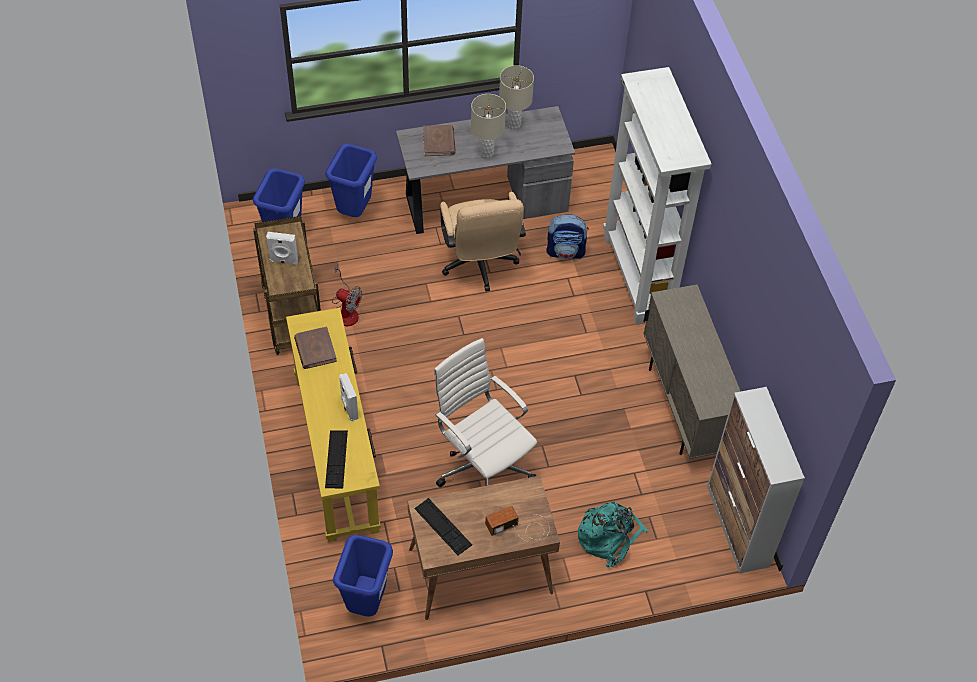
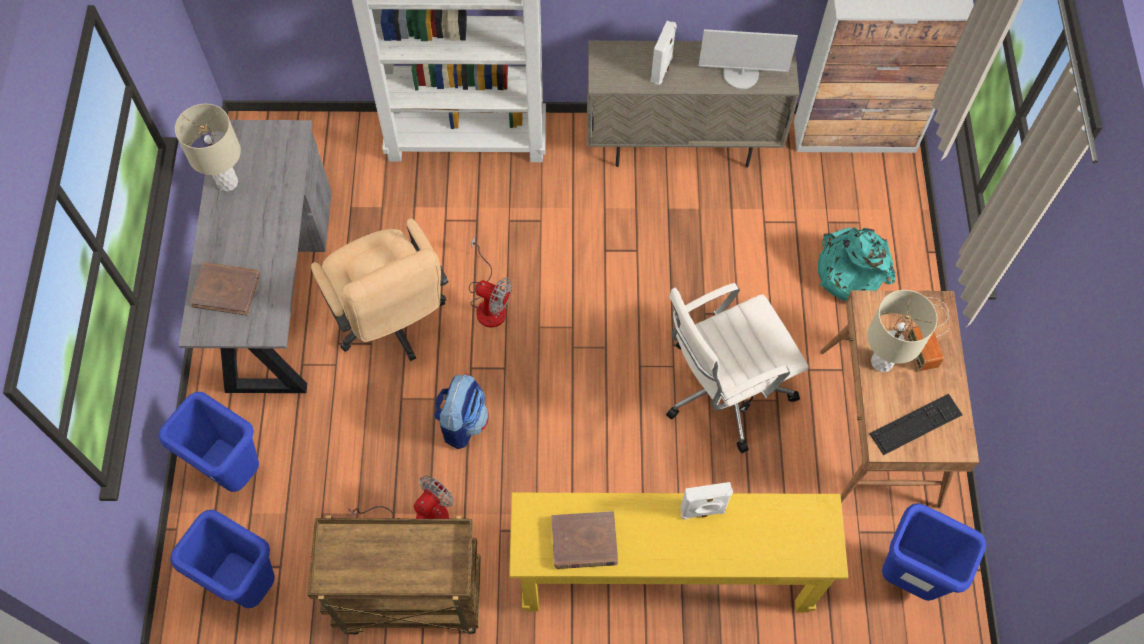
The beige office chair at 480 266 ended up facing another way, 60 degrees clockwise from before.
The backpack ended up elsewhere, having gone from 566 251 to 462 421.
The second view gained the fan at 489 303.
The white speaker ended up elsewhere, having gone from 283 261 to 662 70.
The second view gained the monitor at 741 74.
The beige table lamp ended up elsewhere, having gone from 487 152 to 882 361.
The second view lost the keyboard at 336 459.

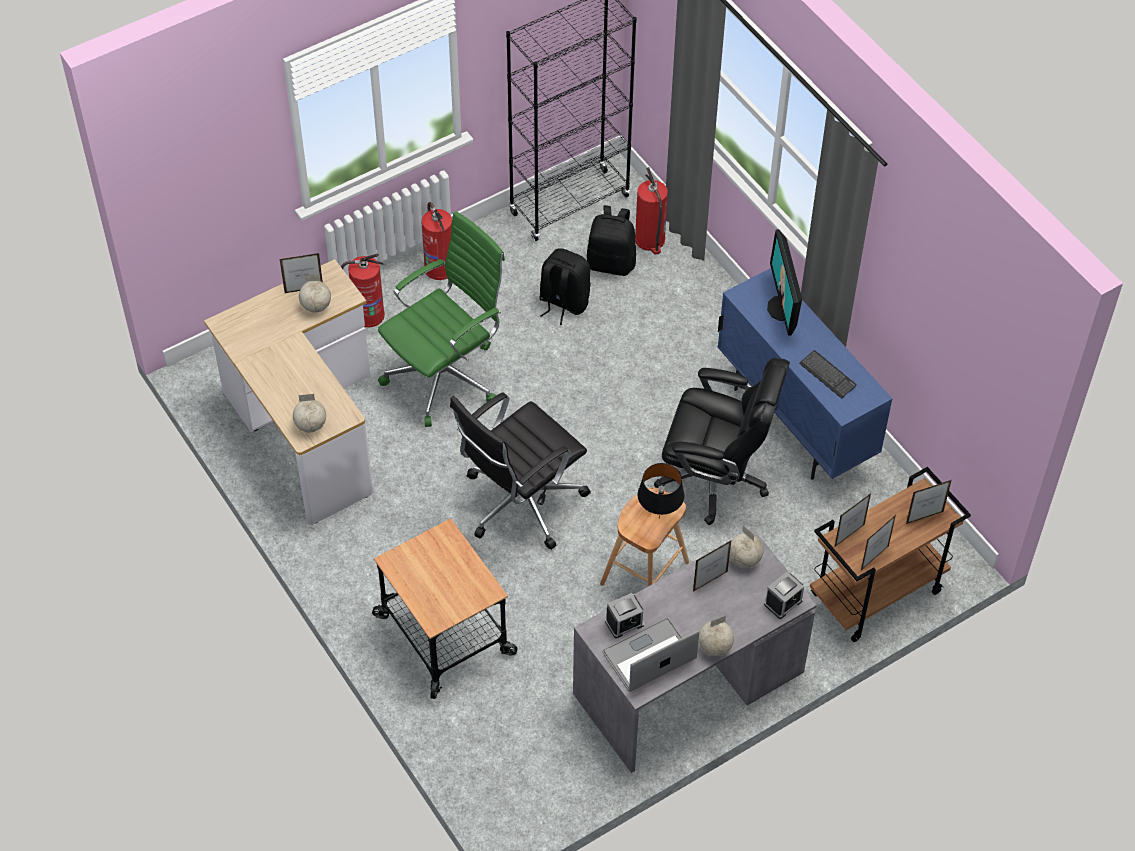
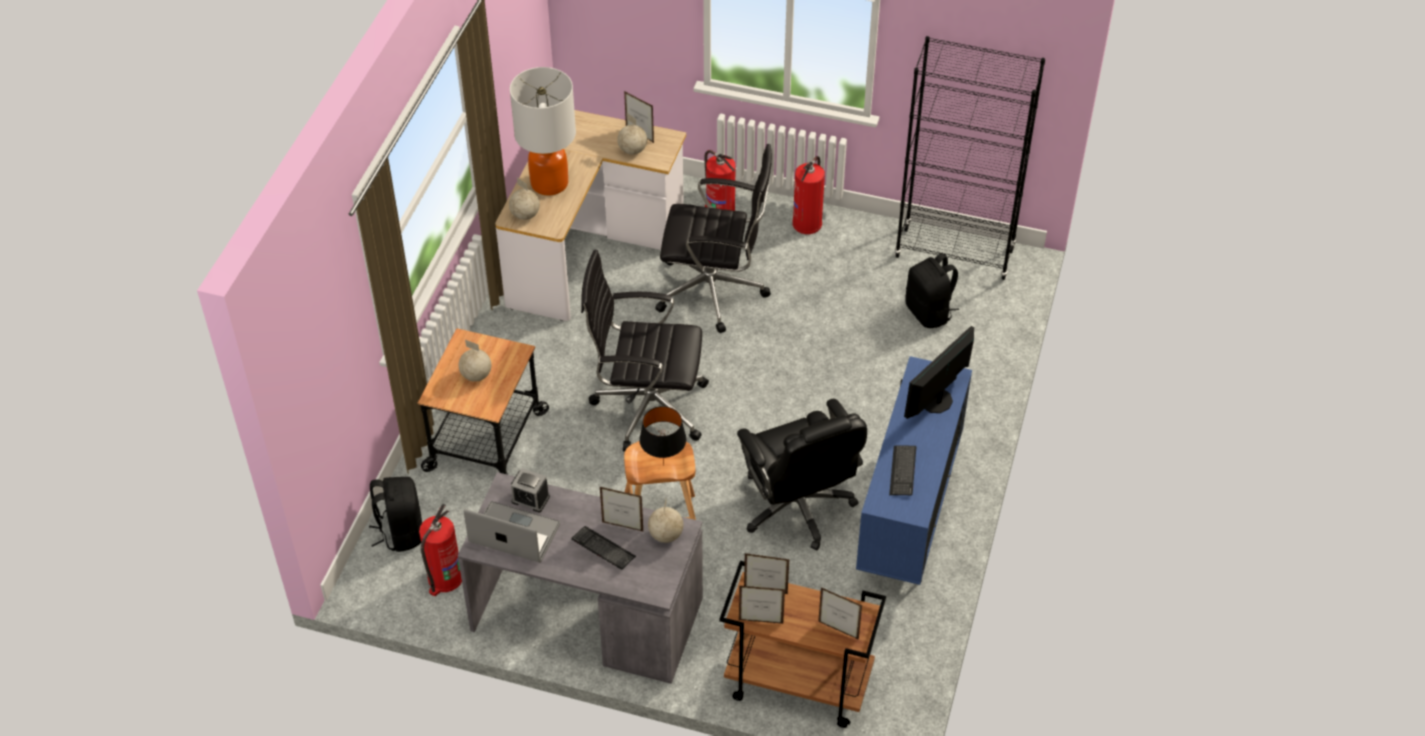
The black backpack ended up elsewhere, having gone from 563 303 to 400 532.
The fire extinguisher ended up elsewhere, having gone from 650 240 to 444 579.
The globe ended up elsewhere, having gone from 715 647 to 476 376.
The second view gained the table lamp at 549 183.
The second view gained the keyboard at 603 548.
What was the green office chair at 446 376 turned into the black office chair at 715 291.
The second view lost the alarm clock at 783 602.

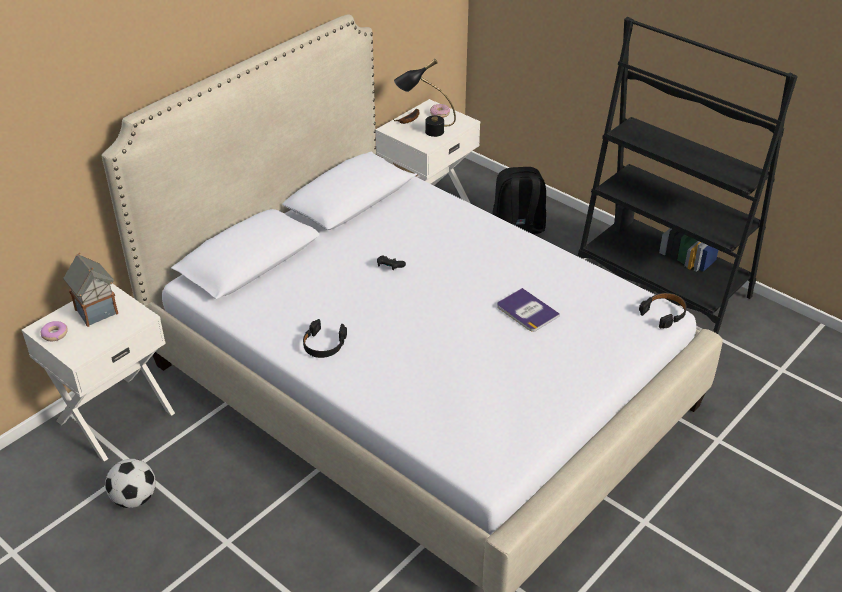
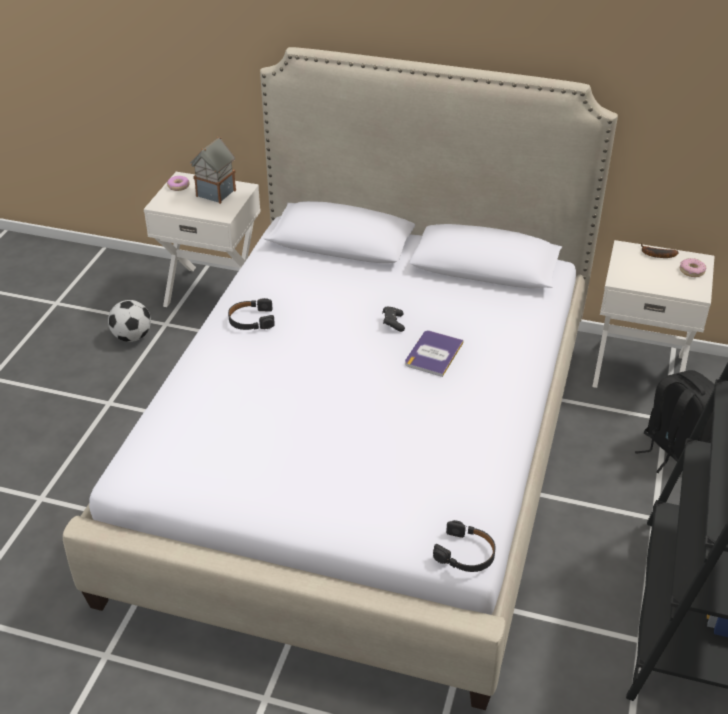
The book ended up elsewhere, having gone from 527 311 to 433 354.
The second view lost the black table lamp at 425 132.

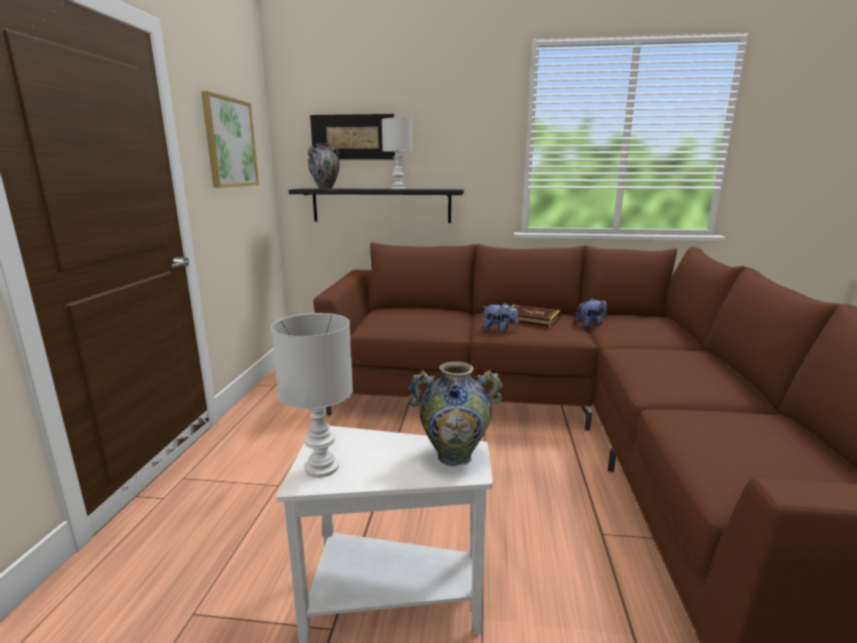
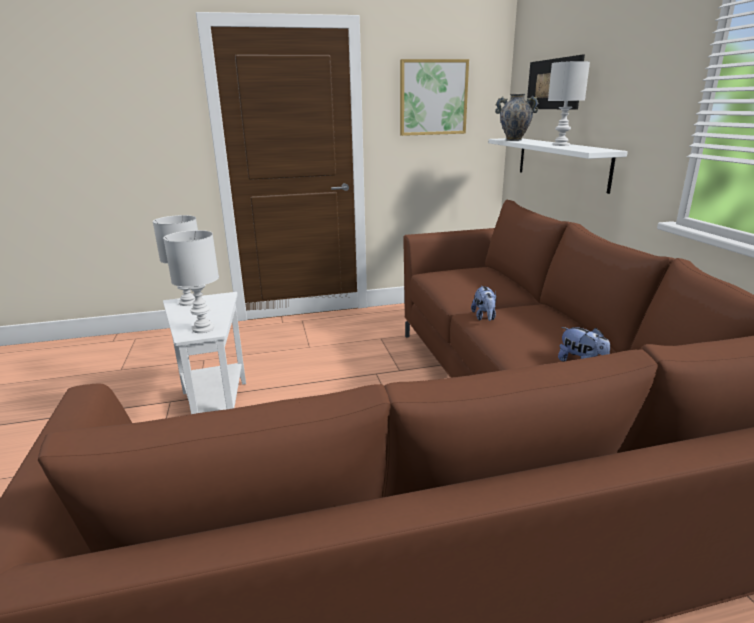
Where the vase stood at 454 456, the white table lamp came to stand at 204 329.
What was the black shelf at 381 205 turned into the white shelf at 561 162.
The second view lost the book at 531 319.

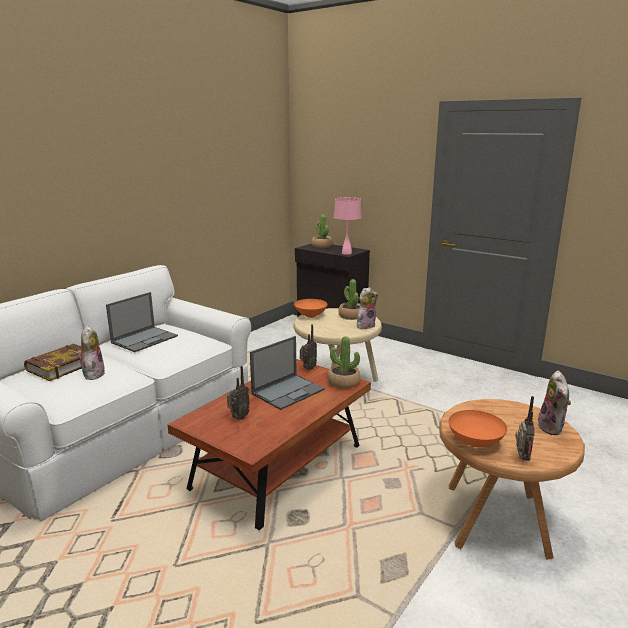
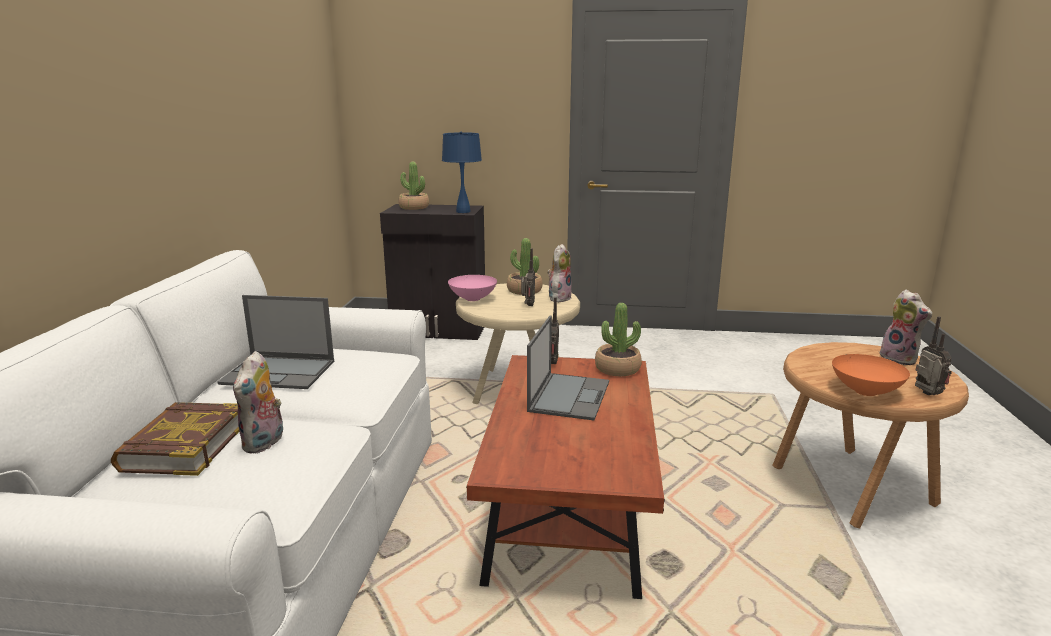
The laptop at 145 339 ended up facing another way, 90 degrees clockwise from before.
The plush toy at 93 374 ended up facing another way, 135 degrees counterclockwise from before.
What was the pink table lamp at 346 253 turned into the blue table lamp at 463 211.
What was the orange bowl at 311 315 turned into the pink bowl at 473 298.
The radio ended up elsewhere, having gone from 238 418 to 528 305.

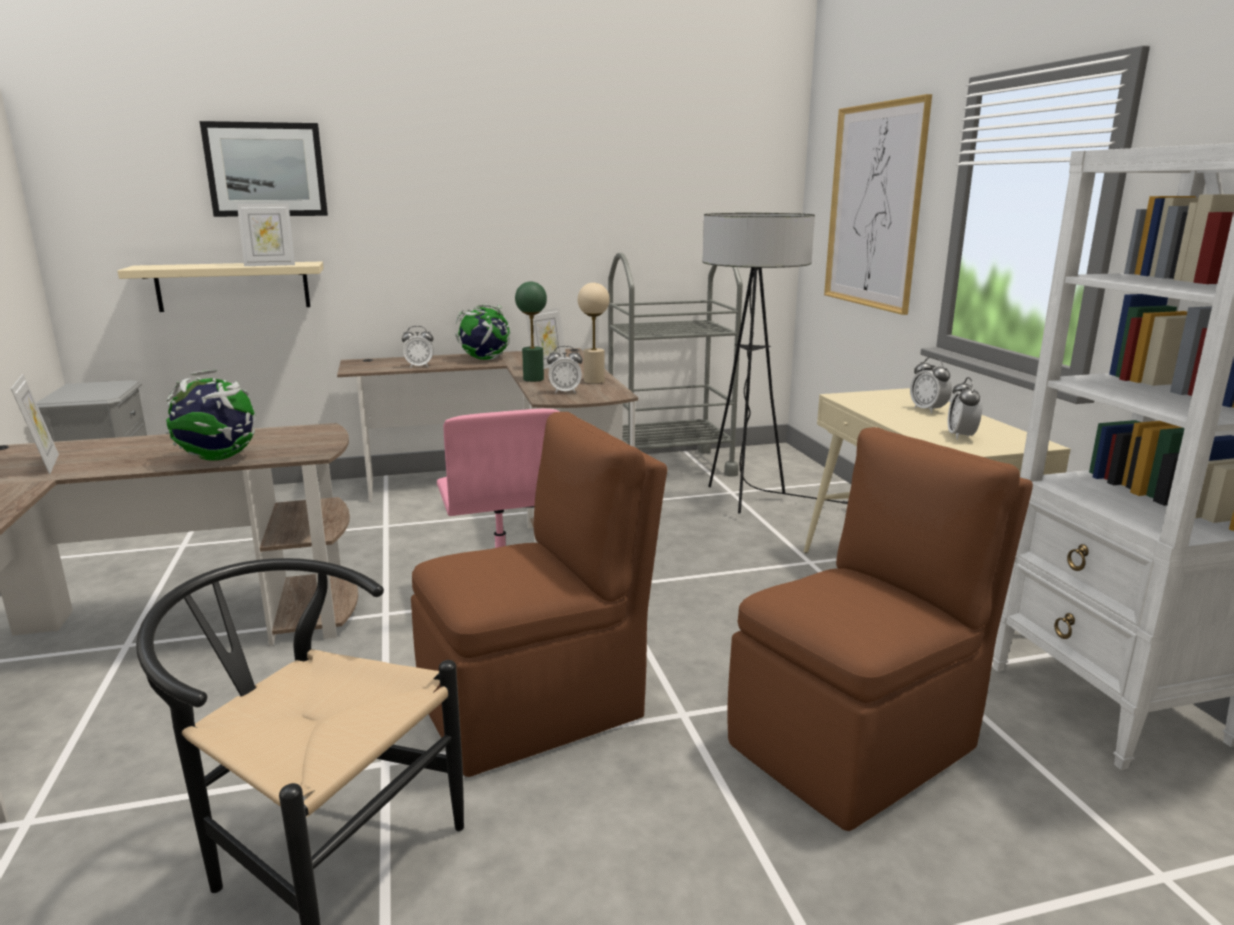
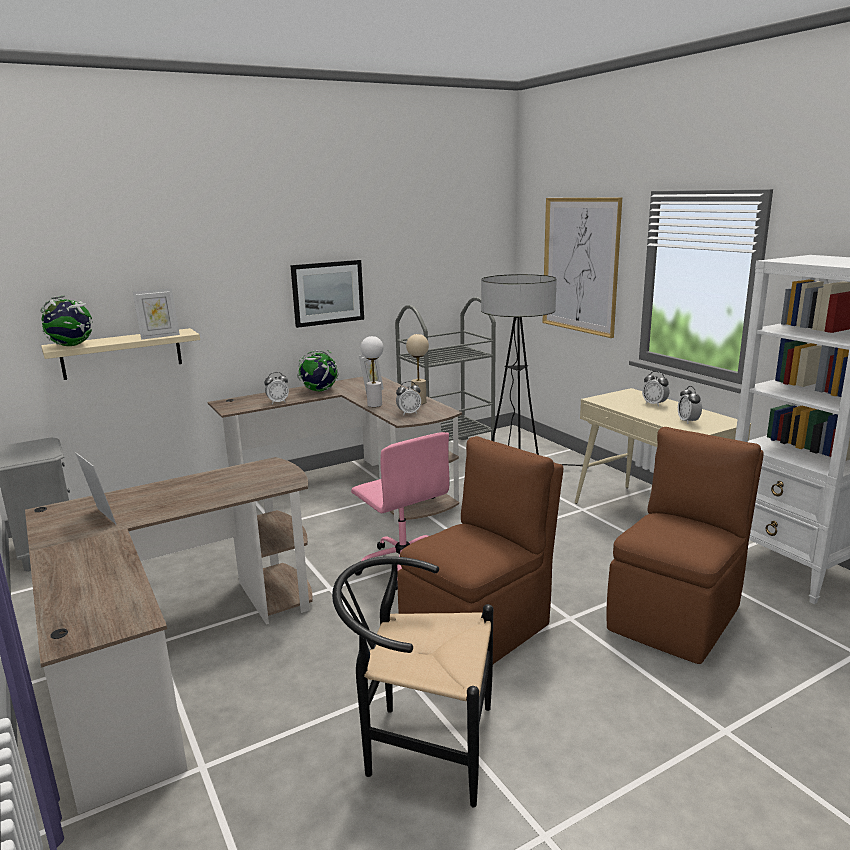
The globe ended up elsewhere, having gone from 219 459 to 72 346.
The picture ended up elsewhere, having gone from 266 170 to 327 293.
What was the green table lamp at 533 379 turned into the white table lamp at 374 405.

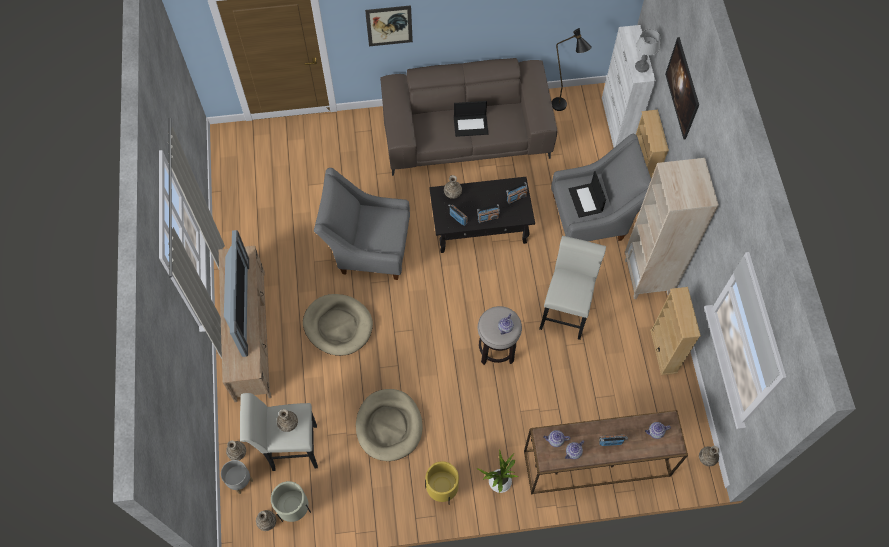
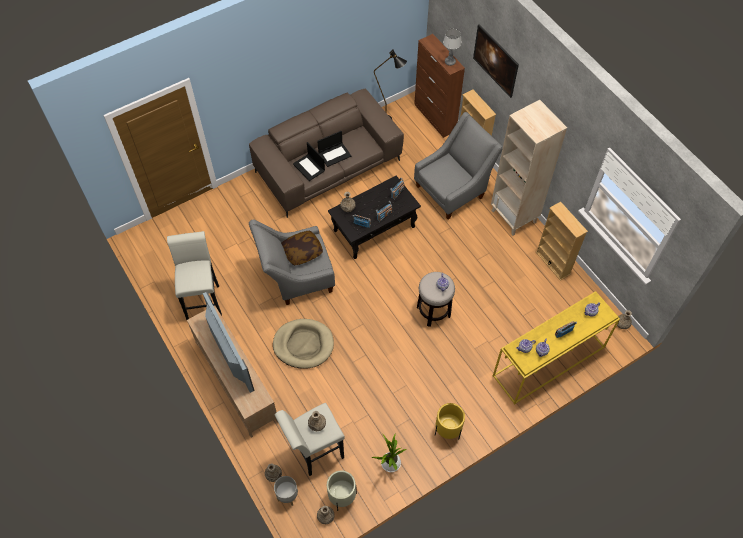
The white stool ended up elsewhere, having gone from 565 311 to 203 299.
The second view gained the pillow at 302 251.
The laptop ended up elsewhere, having gone from 586 200 to 309 167.
The potted plant ended up elsewhere, having gone from 498 482 to 389 464.
What was the white cabinet at 617 123 turned into the brown cabinet at 435 117.
What was the brown console table at 595 464 turned into the yellow console table at 548 362.
The second view lost the beige dog bed at 389 426.
The second view lost the picture at 389 26.

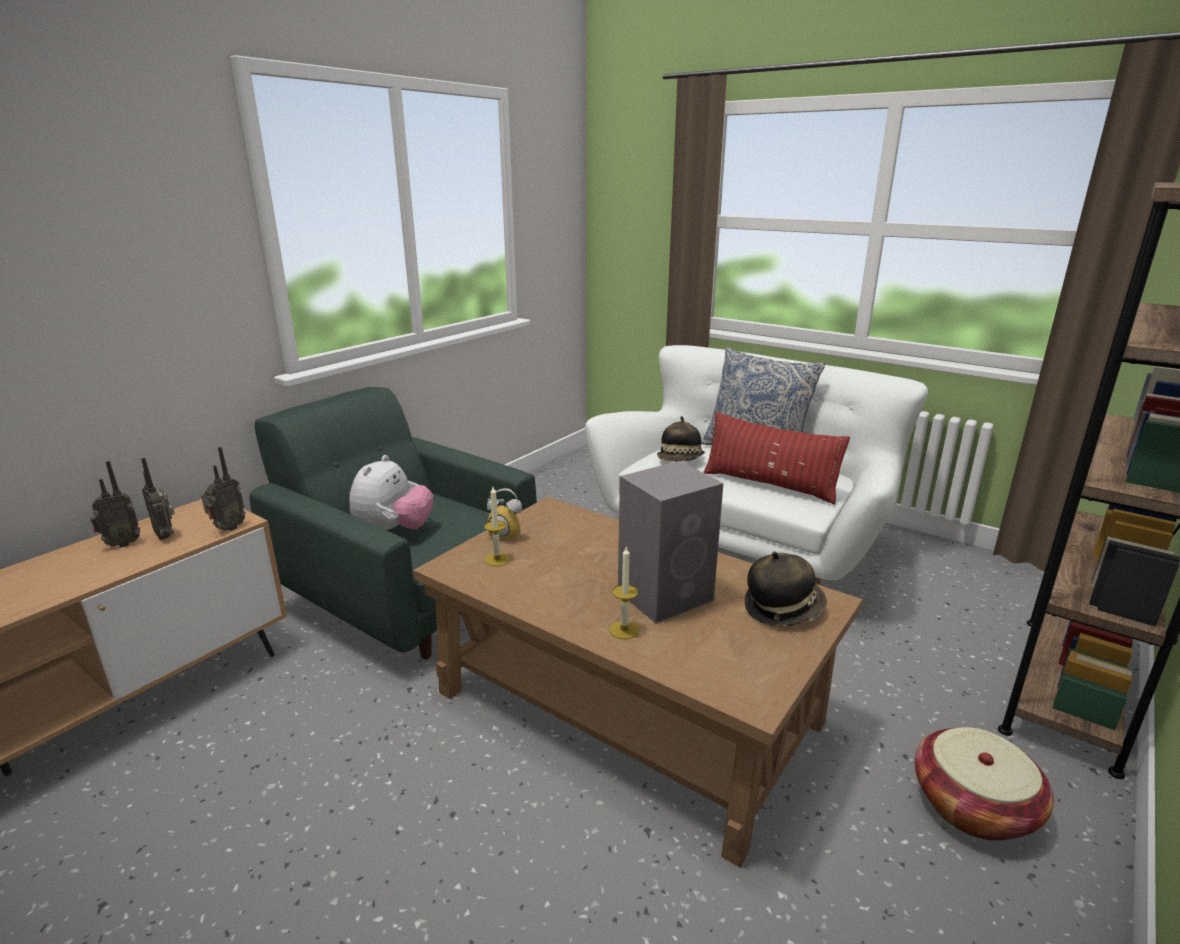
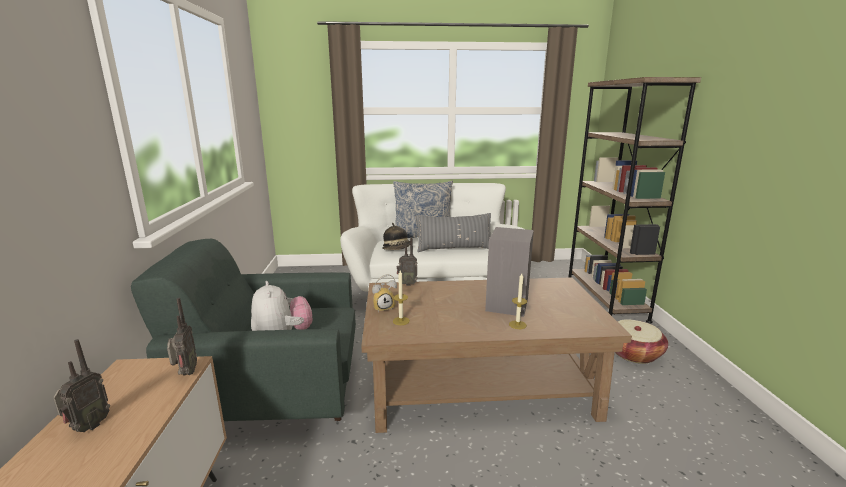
The radio ended up elsewhere, having gone from 167 535 to 407 284.
What was the red pillow at 769 484 turned into the grey pillow at 454 248.
The second view lost the hat at 782 609.

